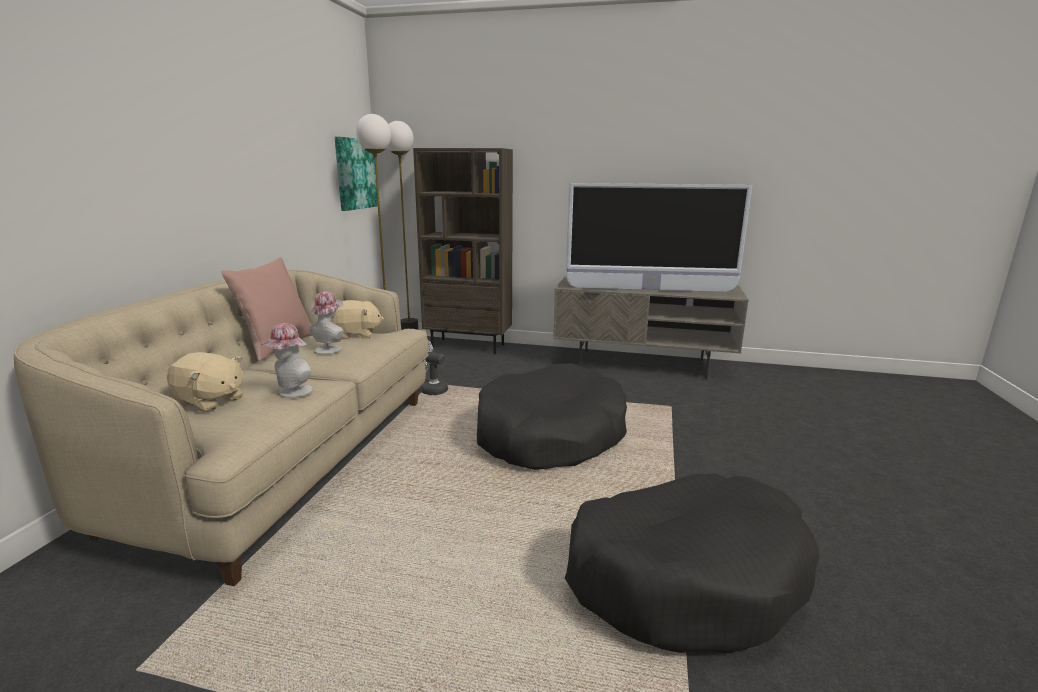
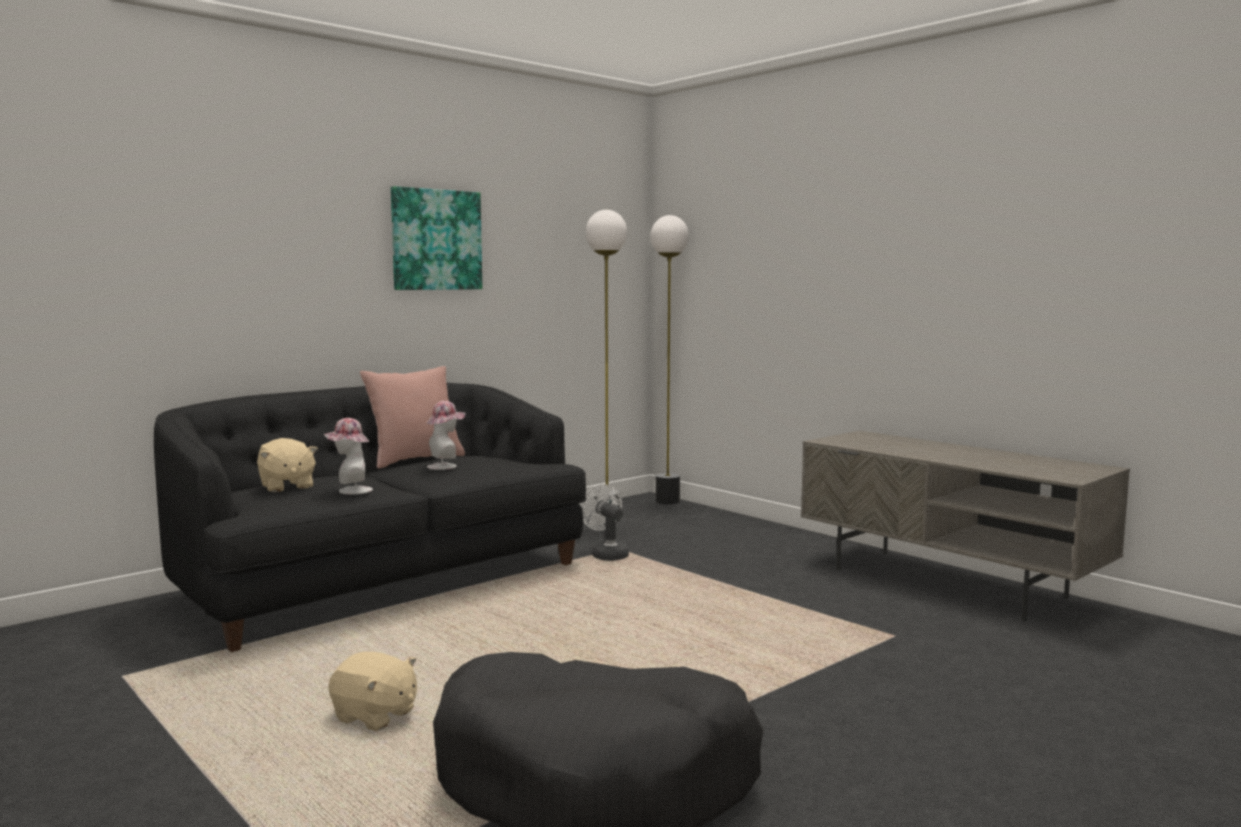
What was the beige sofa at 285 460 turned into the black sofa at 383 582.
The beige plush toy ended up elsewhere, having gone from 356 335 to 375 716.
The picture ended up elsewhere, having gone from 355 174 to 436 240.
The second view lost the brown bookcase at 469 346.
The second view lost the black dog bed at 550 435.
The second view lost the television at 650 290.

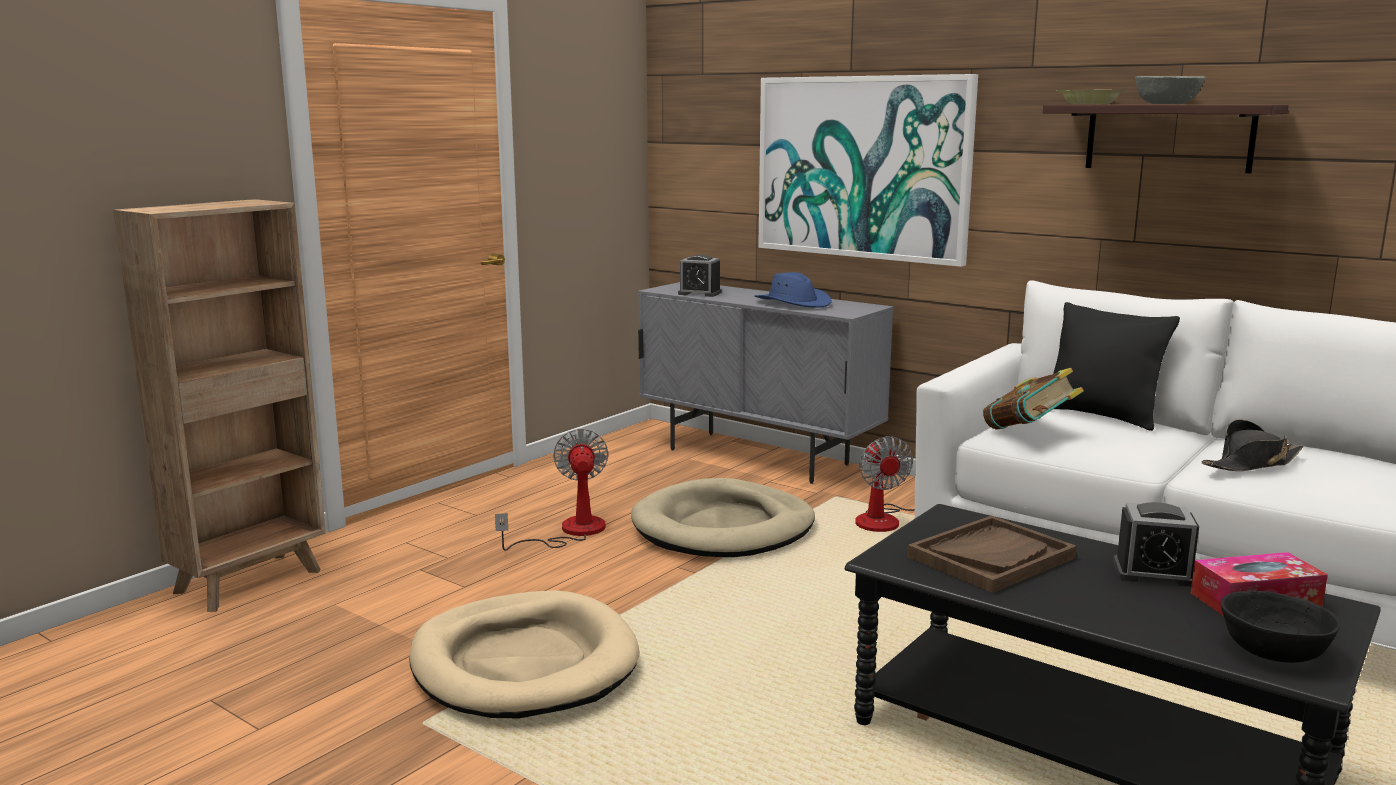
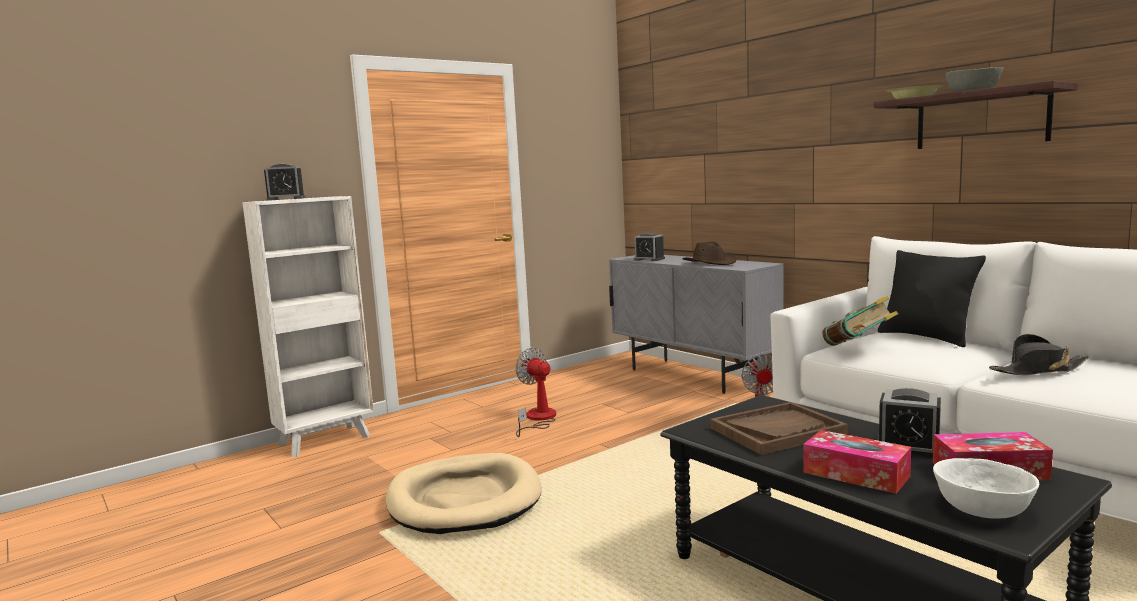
What was the brown bookcase at 251 580 turned into the white bookcase at 326 440.
The second view gained the alarm clock at 286 199.
The fan at 570 532 ended up facing another way, 45 degrees counterclockwise from before.
What was the blue hat at 793 303 turned into the brown hat at 710 263.
The second view gained the tissue box at 856 474.
What was the black bowl at 1272 650 turned into the white bowl at 982 509.
The second view lost the beige dog bed at 723 527.
The second view lost the picture at 862 167.

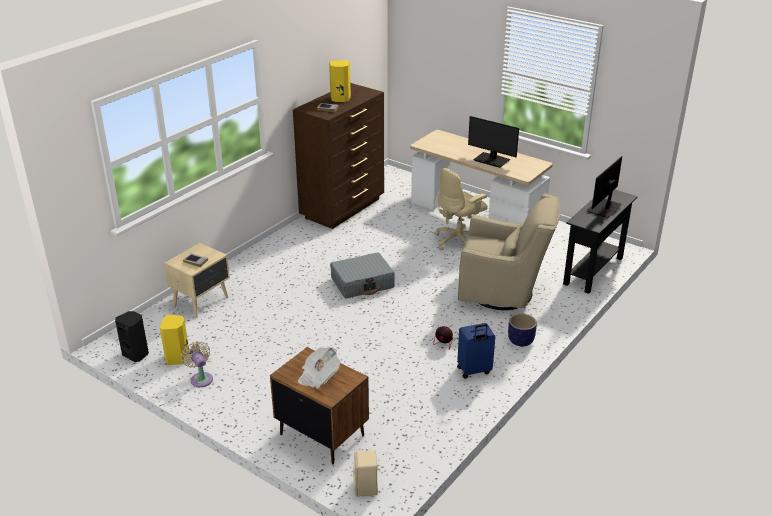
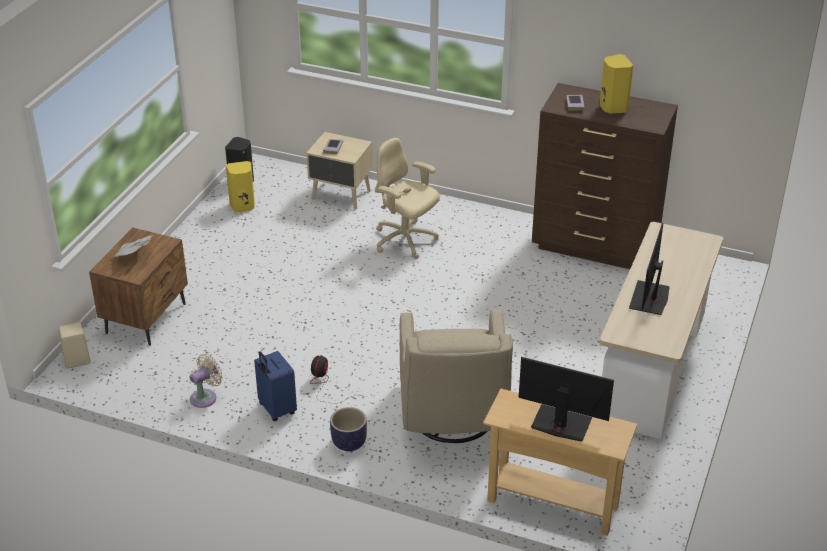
The beige fan ended up elsewhere, having gone from 201 378 to 205 397.
The beige office chair ended up elsewhere, having gone from 459 241 to 405 241.
What was the black console table at 593 271 turned into the beige console table at 552 503.
The second view lost the grey suitcase at 362 283.

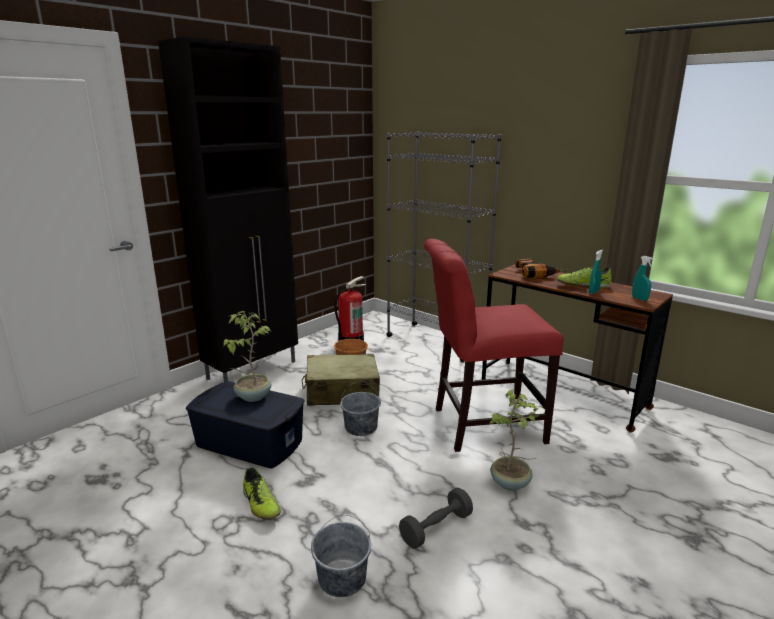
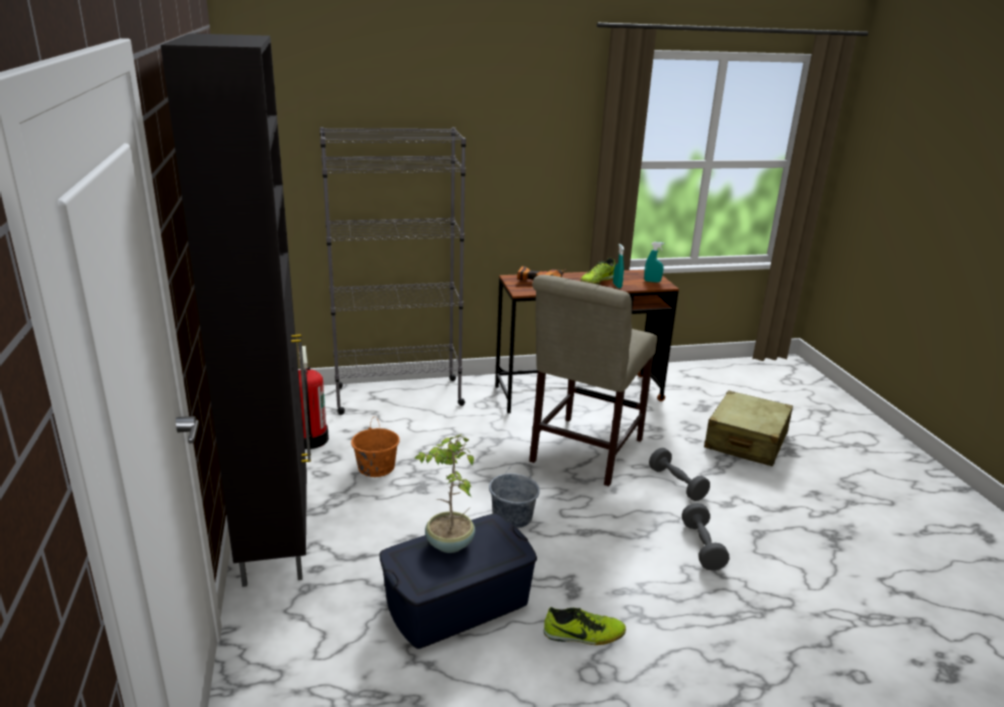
What was the red chair at 481 425 turned into the beige chair at 583 453.
Where the potted plant stood at 511 484, the grey dumbbell came to stand at 677 484.
The beige suitcase ended up elsewhere, having gone from 341 392 to 746 441.
The second view lost the grey bucket at 341 578.

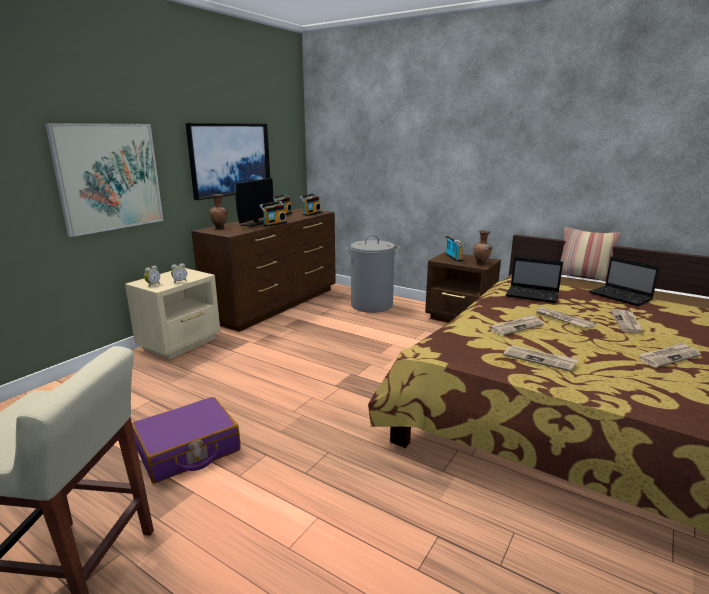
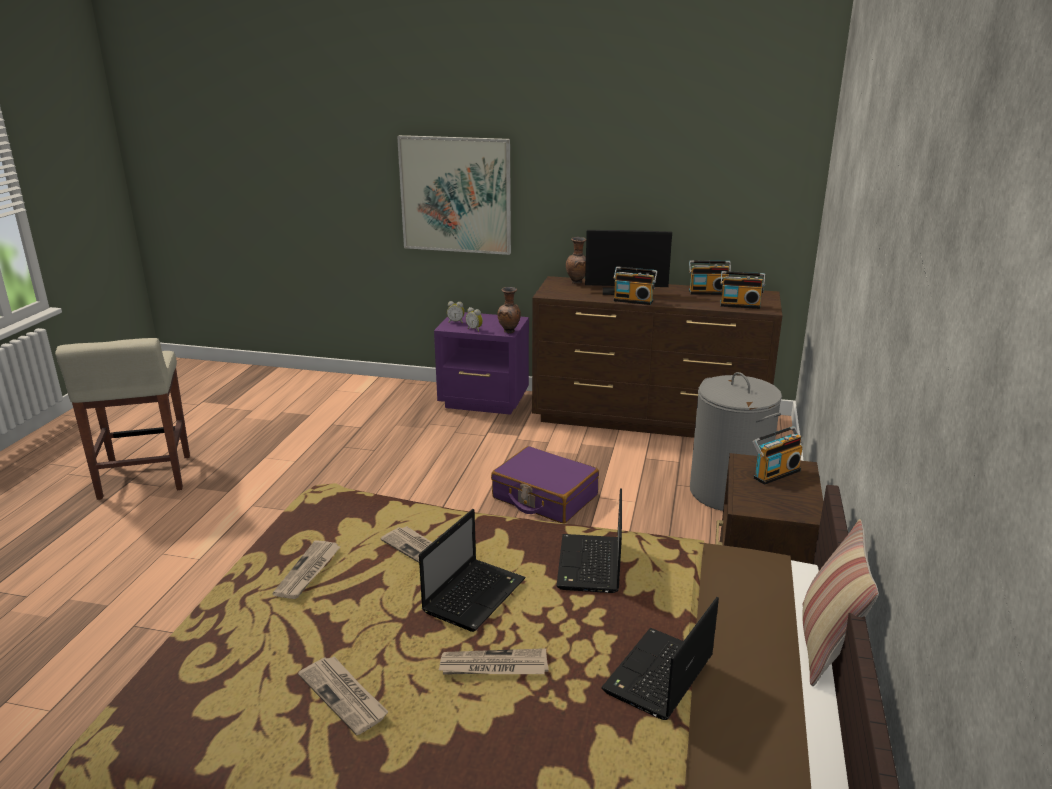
Where the newspaper stood at 563 319, the laptop came to stand at 475 594.
What was the beige nightstand at 181 344 turned into the purple nightstand at 485 401.
The purple suitcase ended up elsewhere, having gone from 188 450 to 544 497.
The brown vase ended up elsewhere, having gone from 481 263 to 509 332.
The second view lost the picture at 230 159.

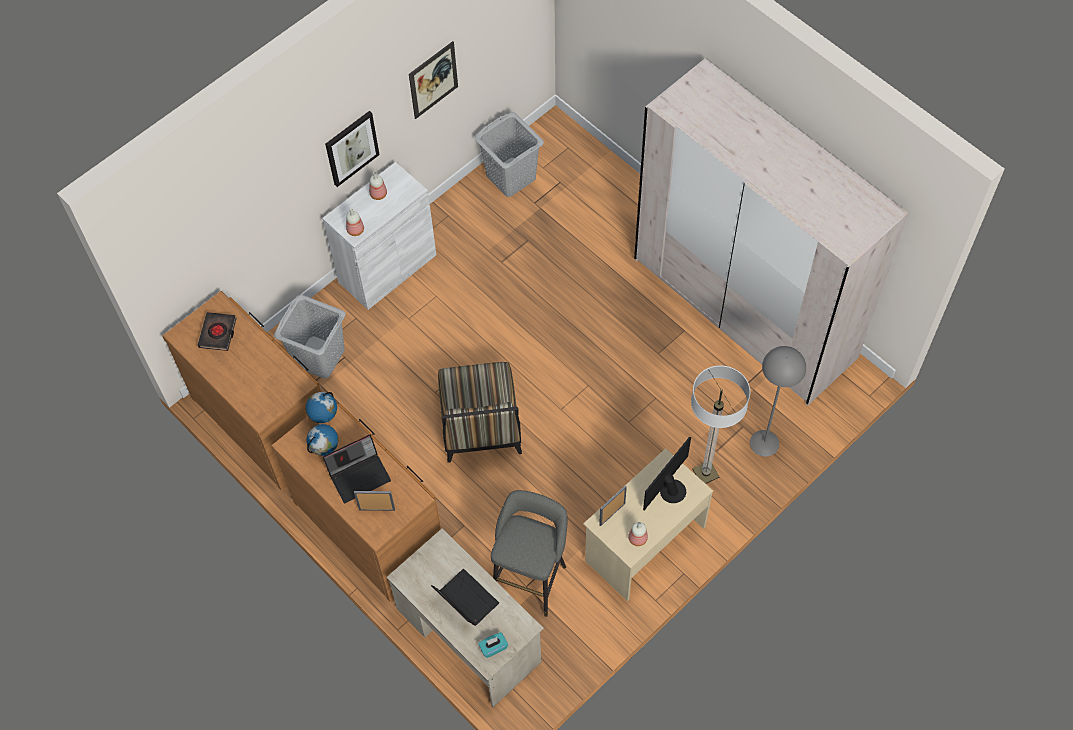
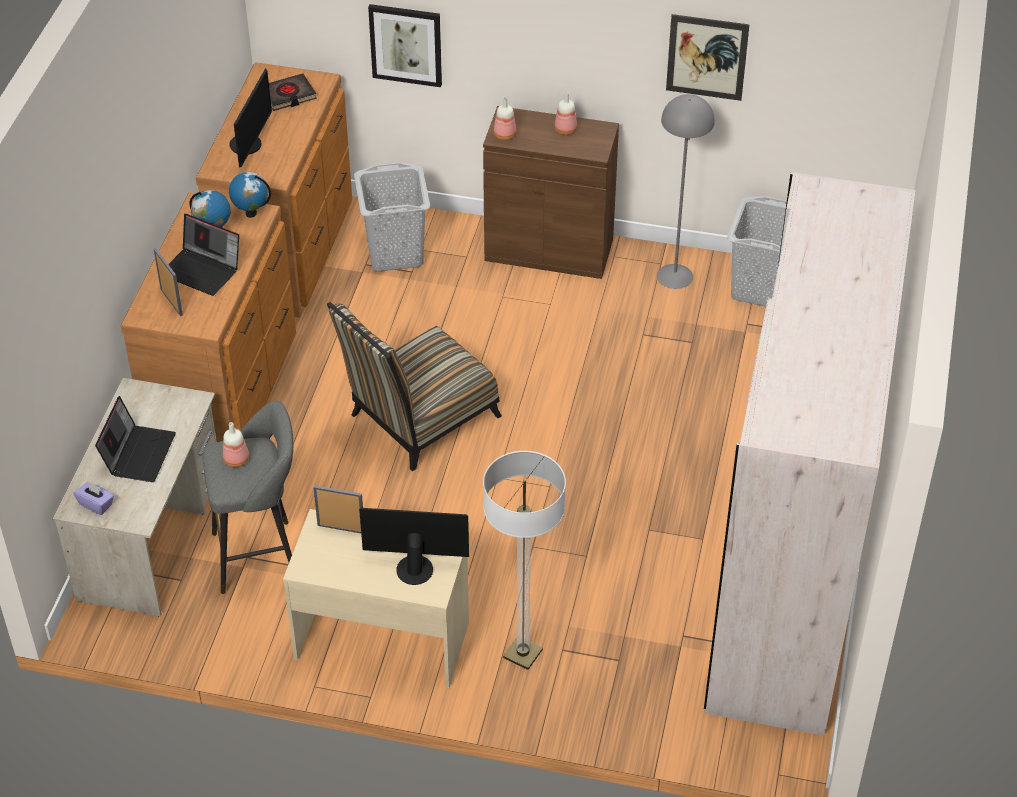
What was the turquoise tissue box at 493 647 turned into the purple tissue box at 96 504.
The bottle ended up elsewhere, having gone from 637 538 to 236 459.
The second view gained the monitor at 249 145.
The picture ended up elsewhere, having gone from 351 148 to 406 44.
What was the white cabinet at 387 268 turned into the brown cabinet at 549 250.
The grey floor lamp ended up elsewhere, having gone from 764 443 to 675 276.

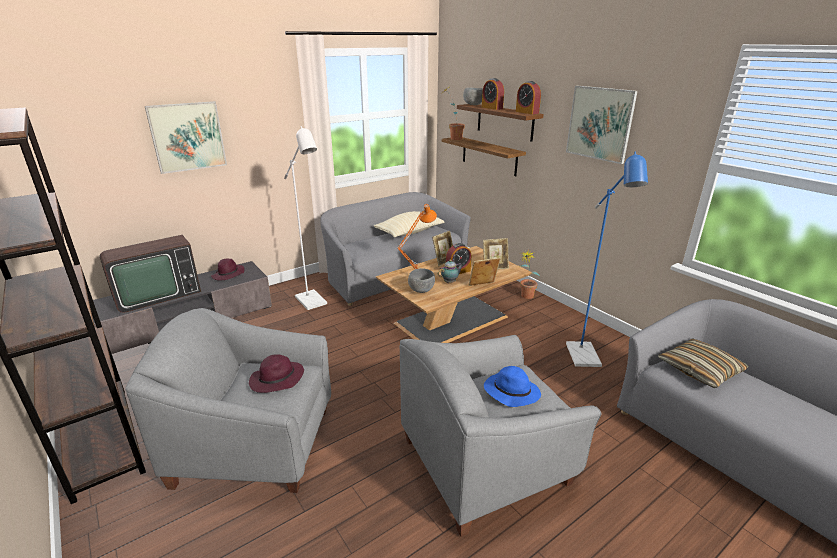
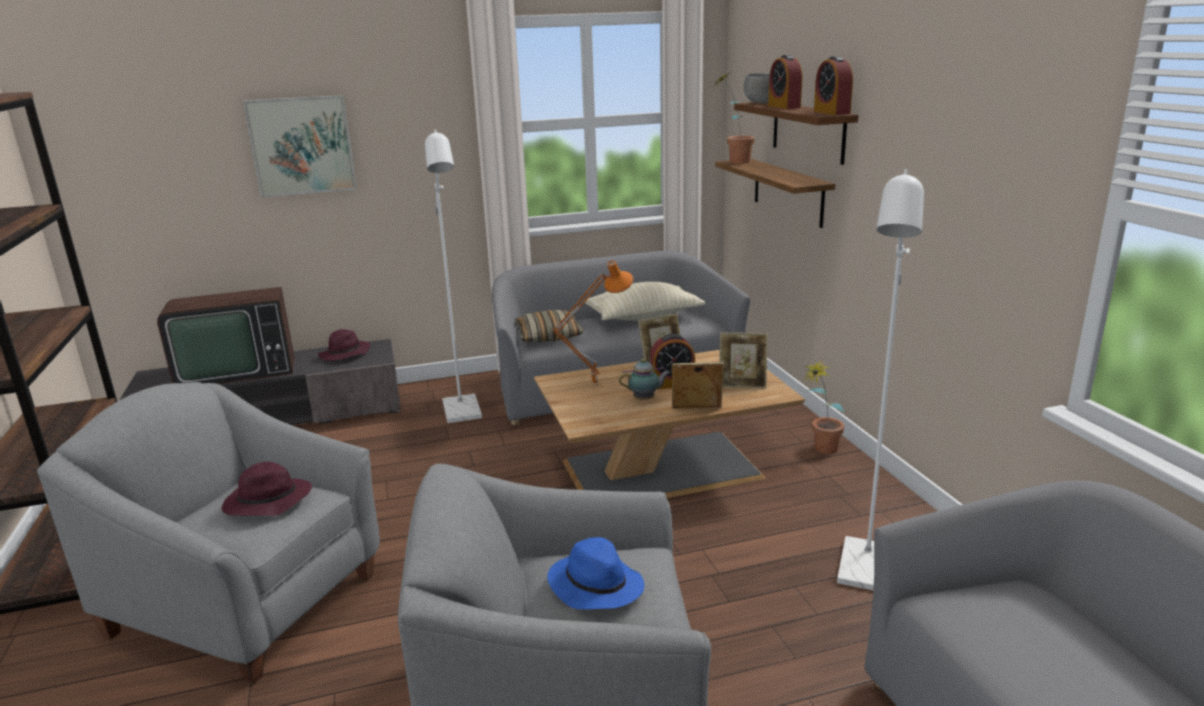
The pillow ended up elsewhere, having gone from 699 370 to 548 336.
What was the blue floor lamp at 585 360 turned into the white floor lamp at 865 575.
The second view lost the grey bowl at 422 290.
The second view lost the picture at 600 123.

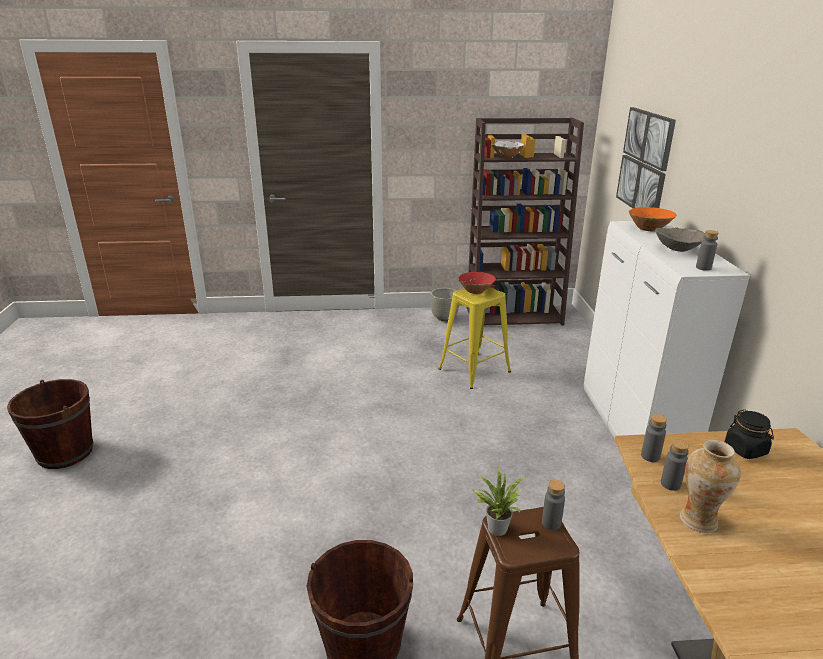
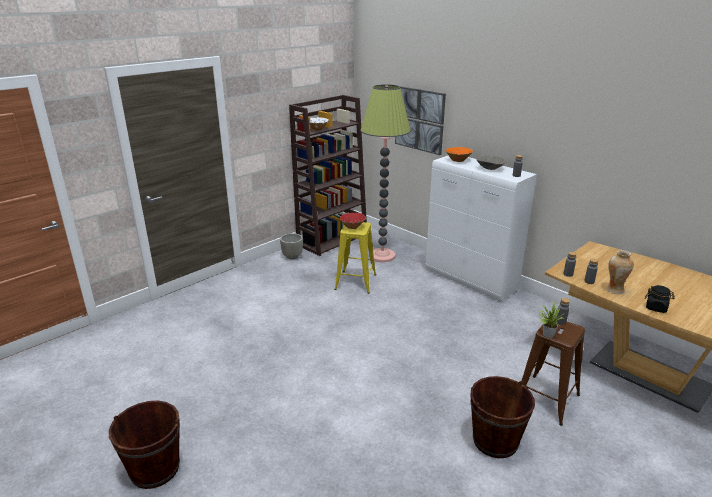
The second view gained the floor lamp at 382 256.
The black jar ended up elsewhere, having gone from 745 449 to 656 308.

